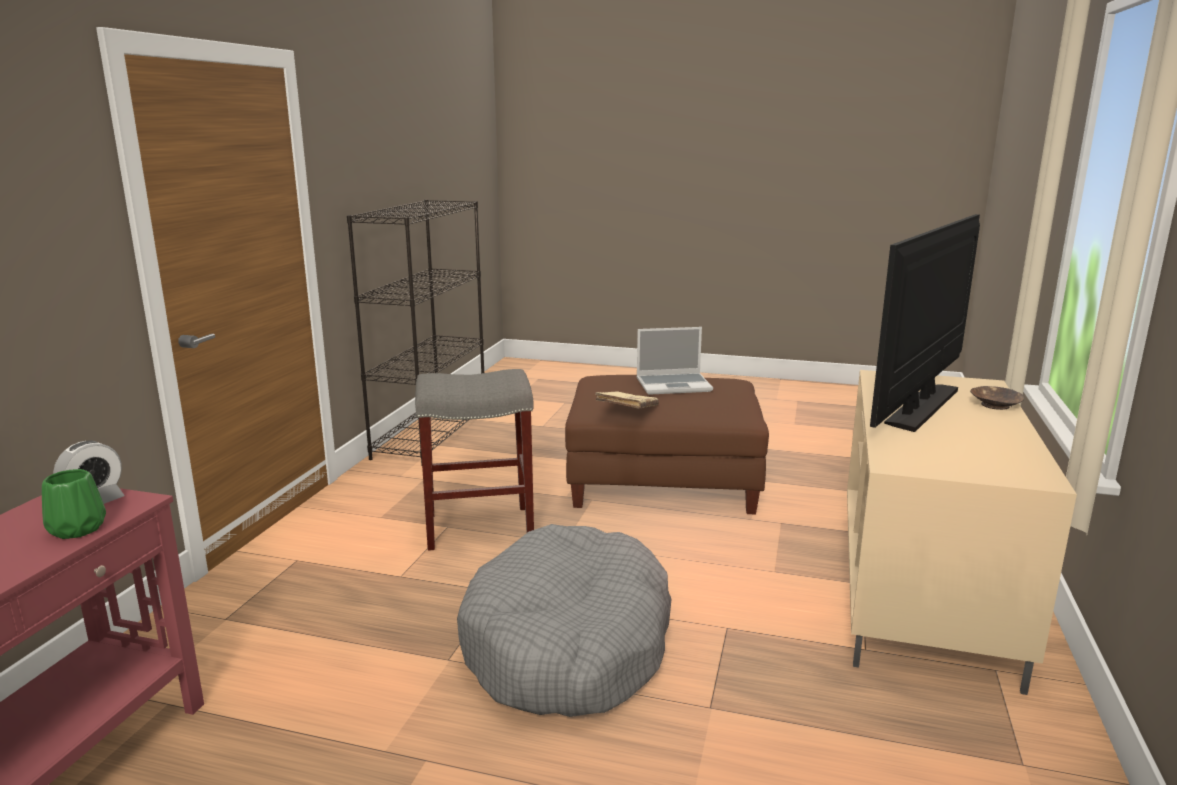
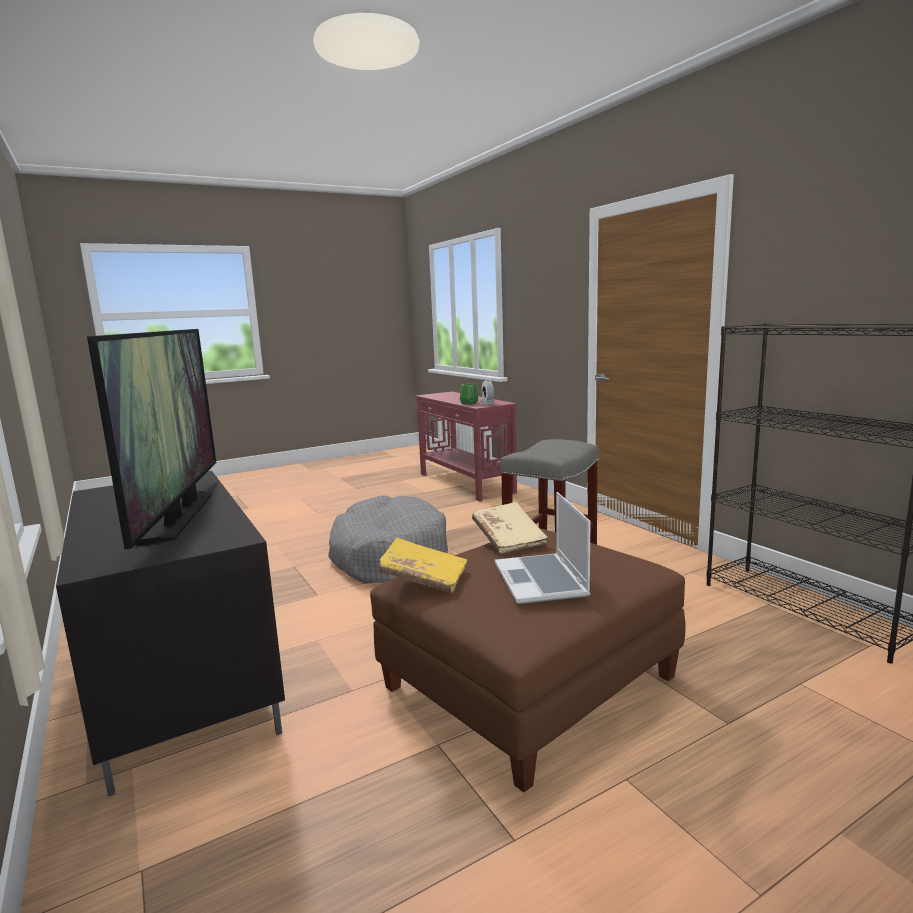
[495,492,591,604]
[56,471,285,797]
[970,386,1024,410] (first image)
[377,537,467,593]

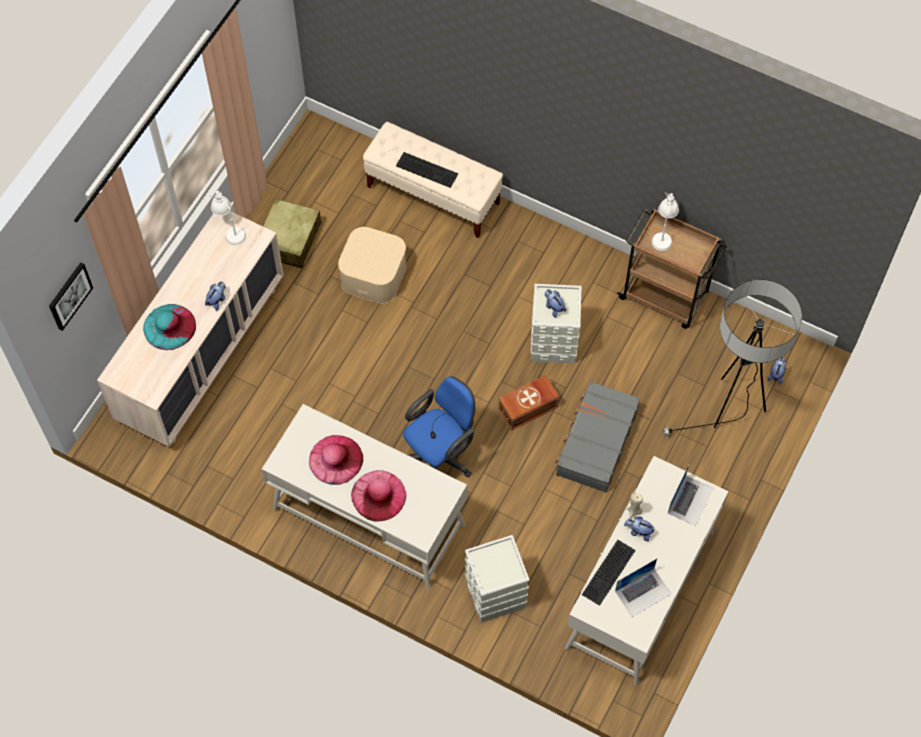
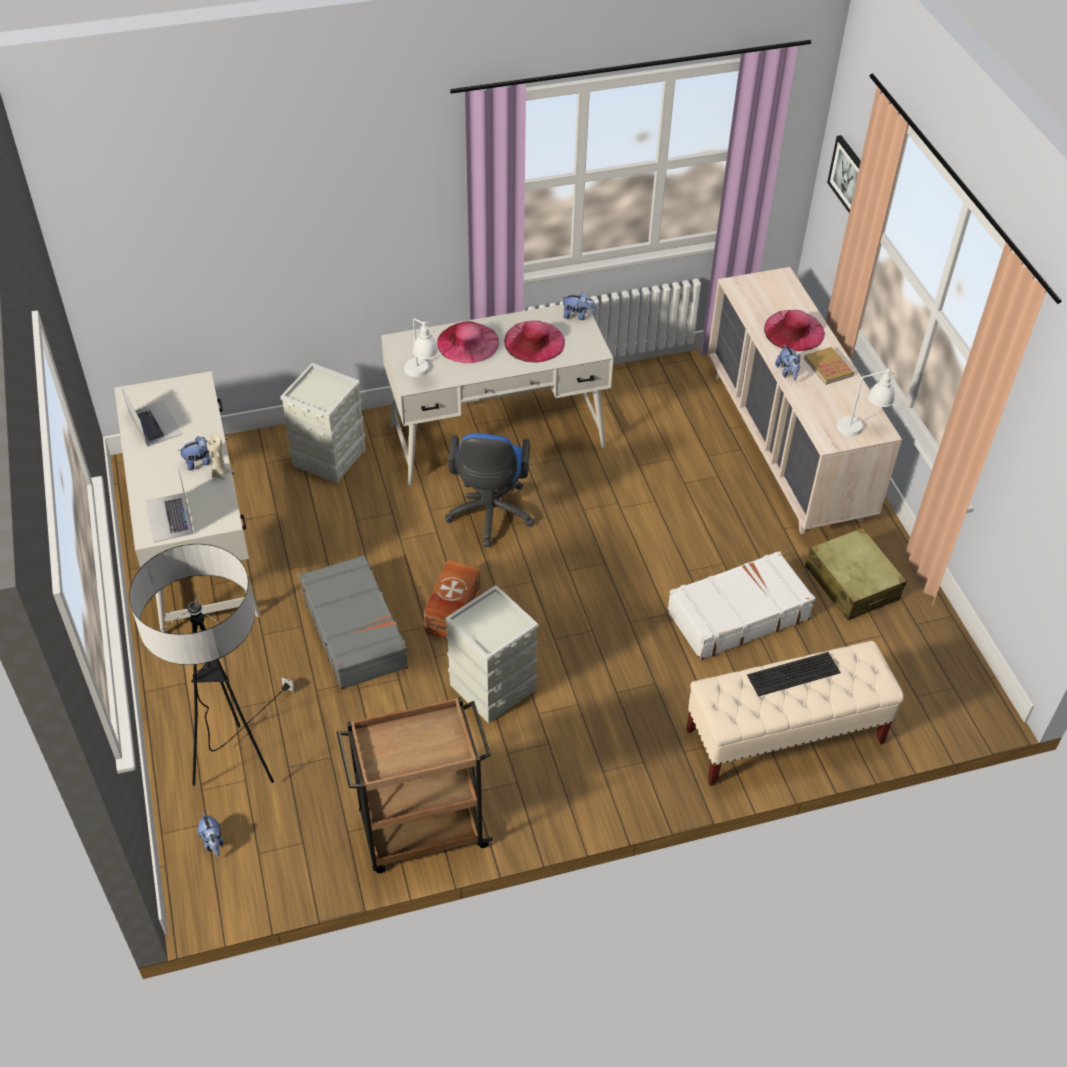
[764,310,825,351]
[667,551,815,660]
[562,292,596,320]
[582,540,636,606] (first image)
[122,388,183,447]
[404,318,439,377]
[804,347,854,385]

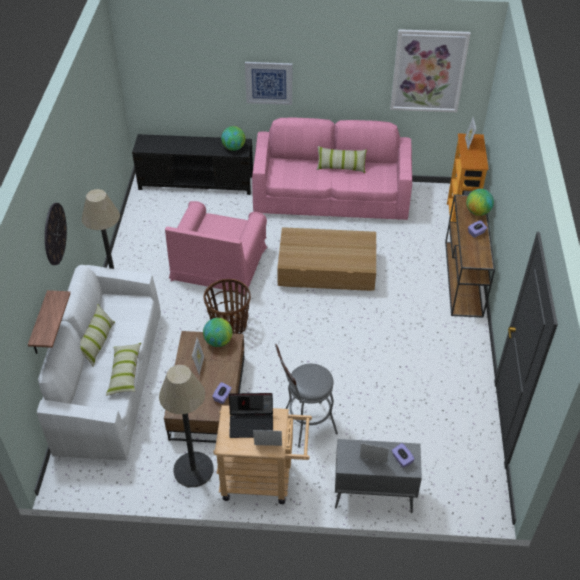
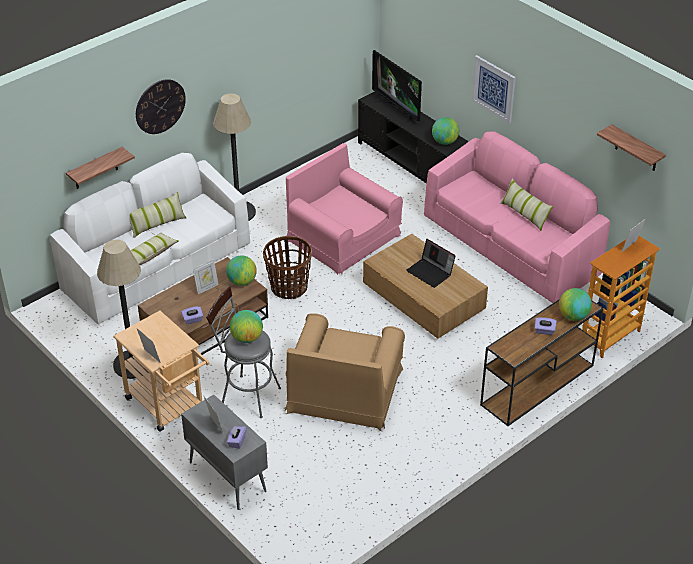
[286,143,403,275]
[406,239,455,288]
[597,124,666,171]
[230,310,263,343]
[285,313,405,431]
[372,50,422,124]

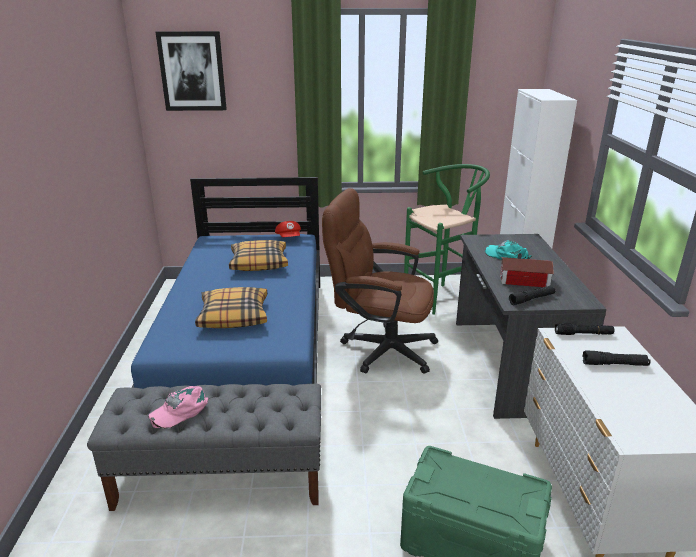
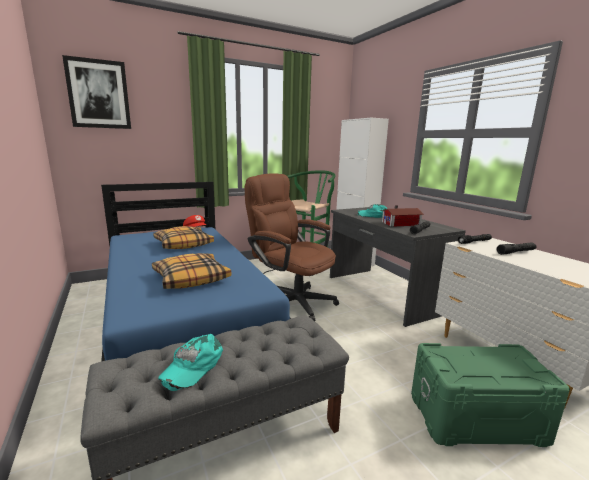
[158,334,223,391]
[245,173,339,321]

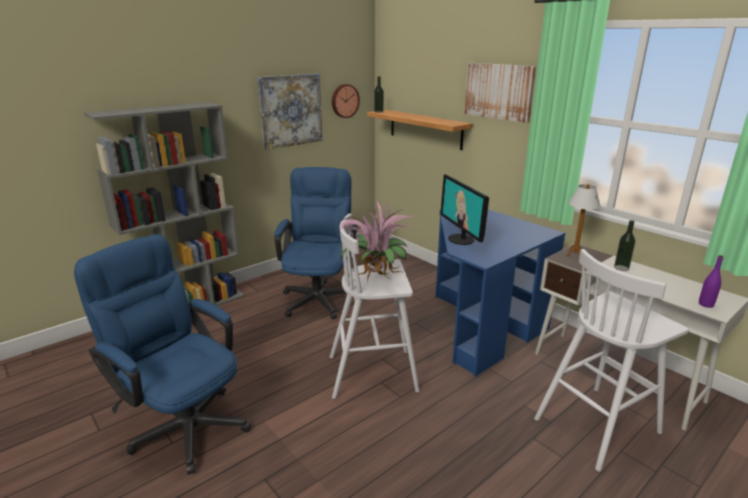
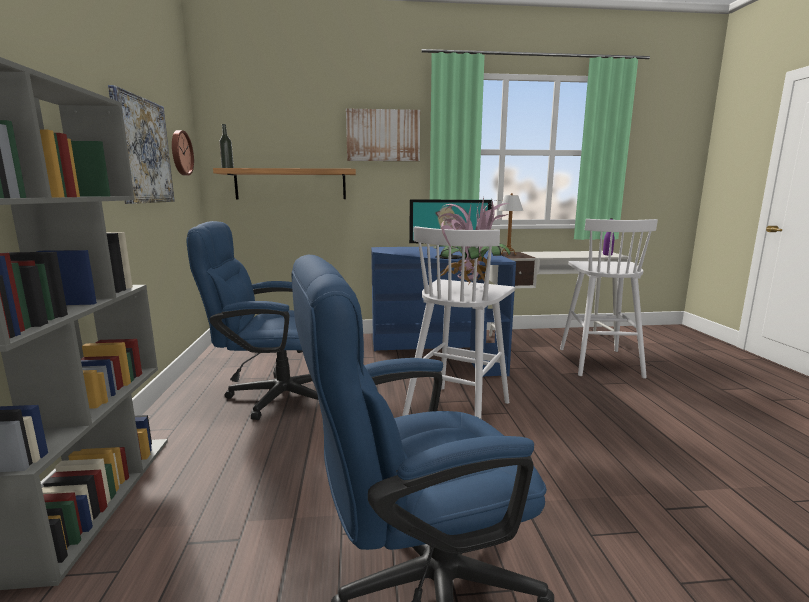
[186,221,318,420]
[614,220,635,271] (first image)

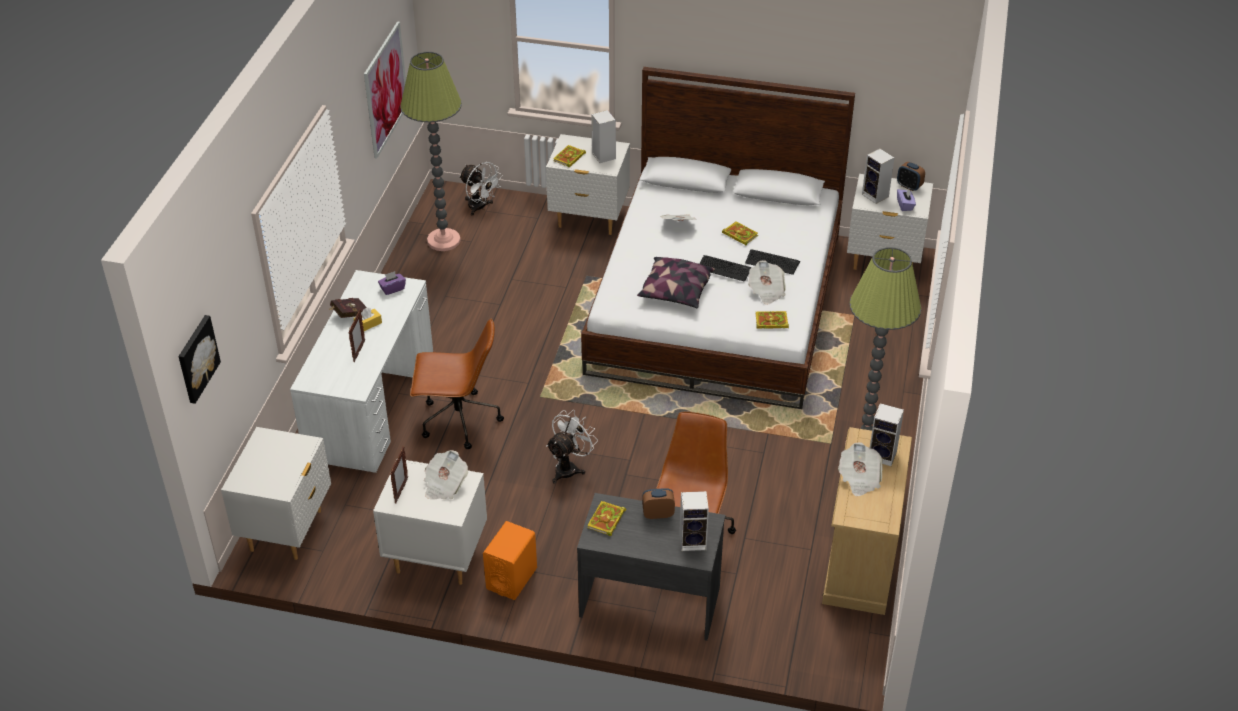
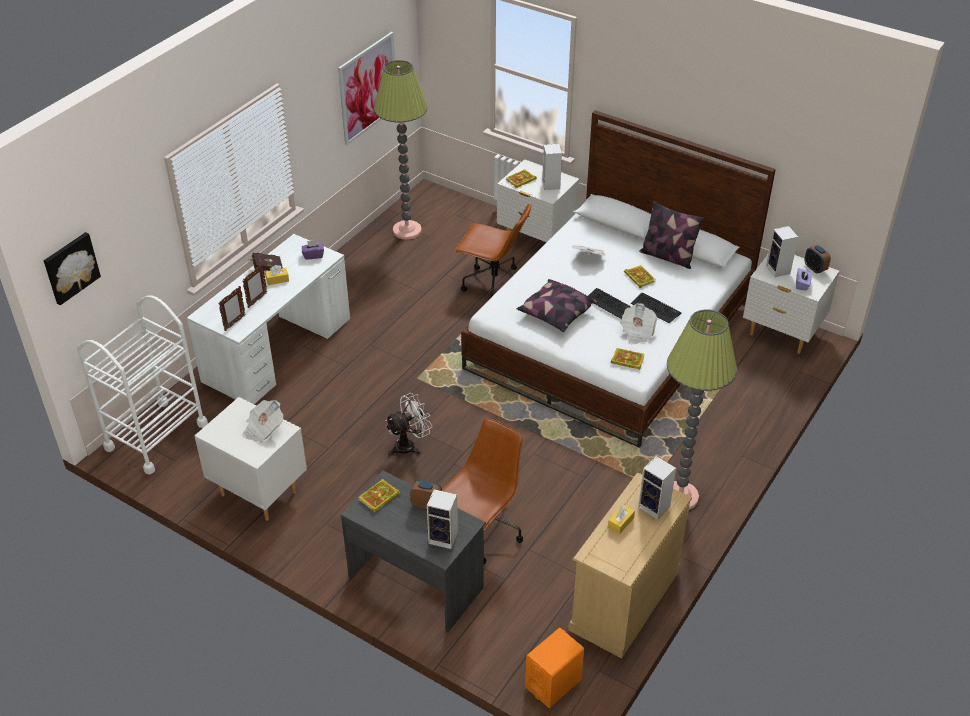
[77,295,208,475]
[219,286,246,331]
[454,204,531,297]
[459,162,503,216] (first image)
[525,628,584,708]
[608,504,635,534]
[639,201,704,269]

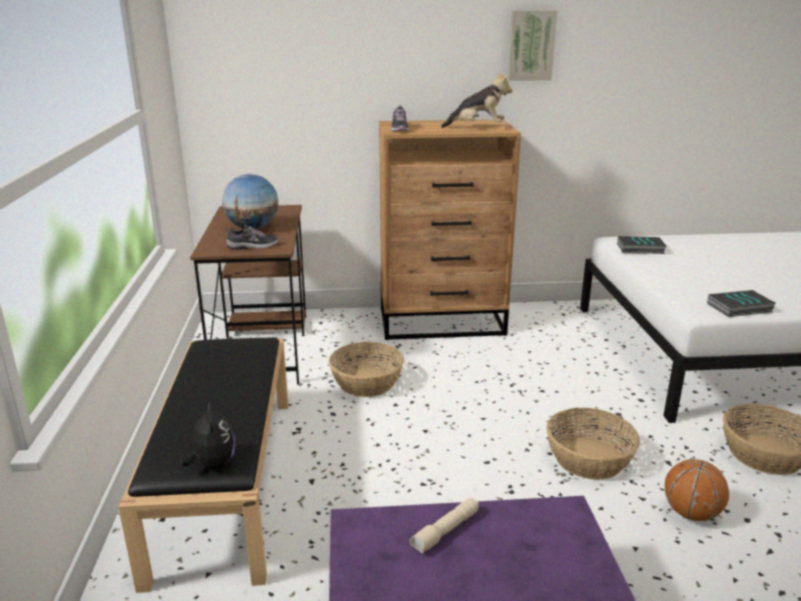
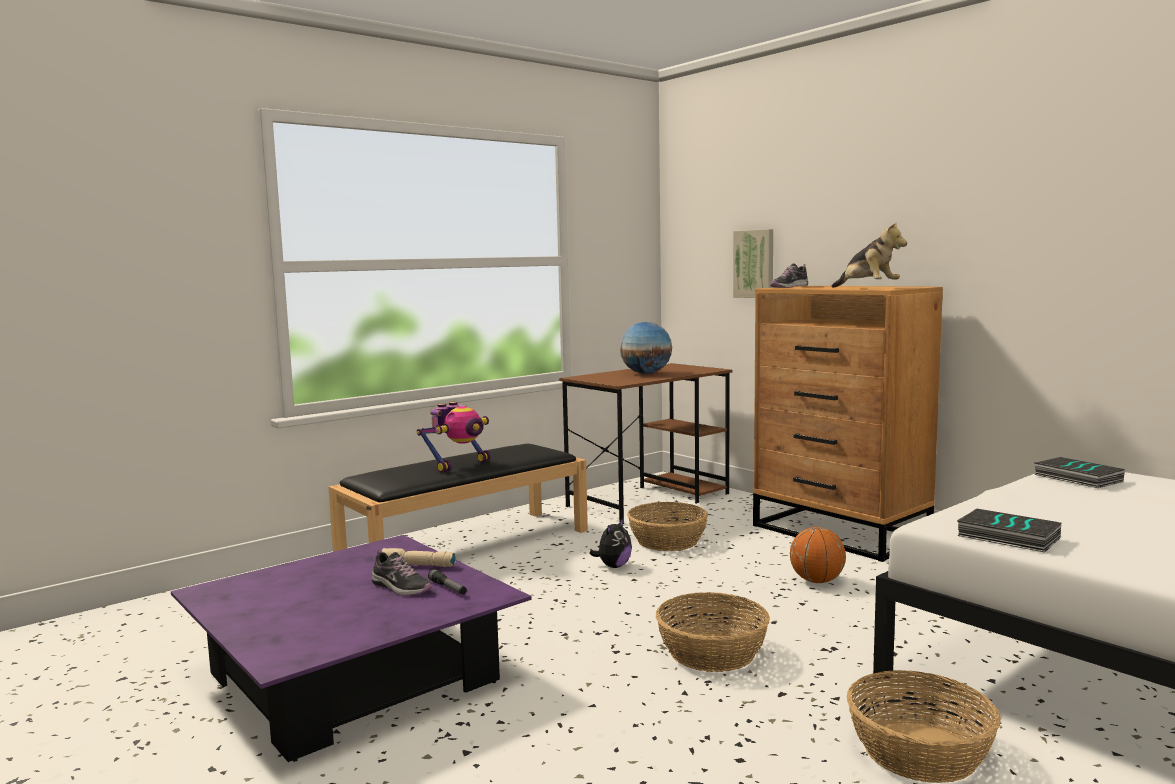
[589,519,632,568]
[371,549,432,596]
[733,229,773,298]
[790,527,846,583]
[417,402,491,473]
[428,569,467,594]

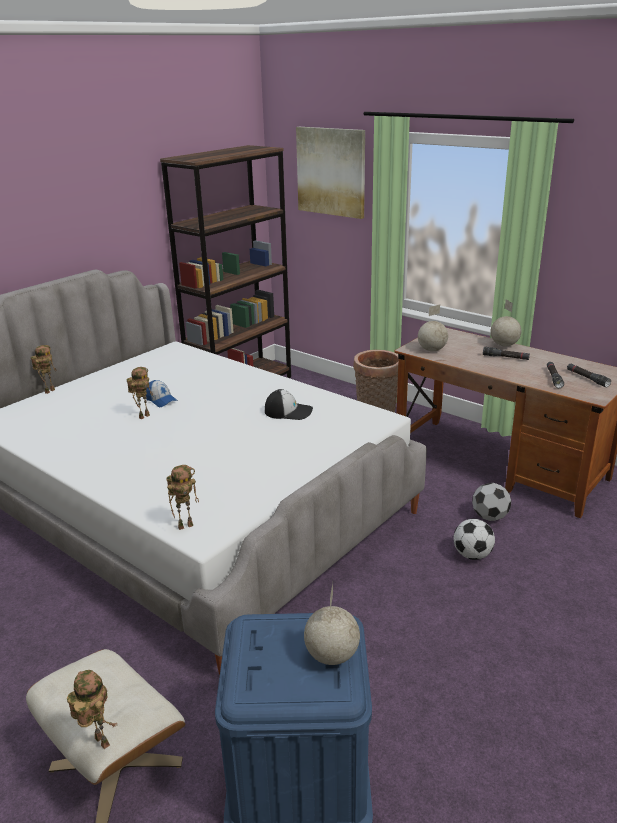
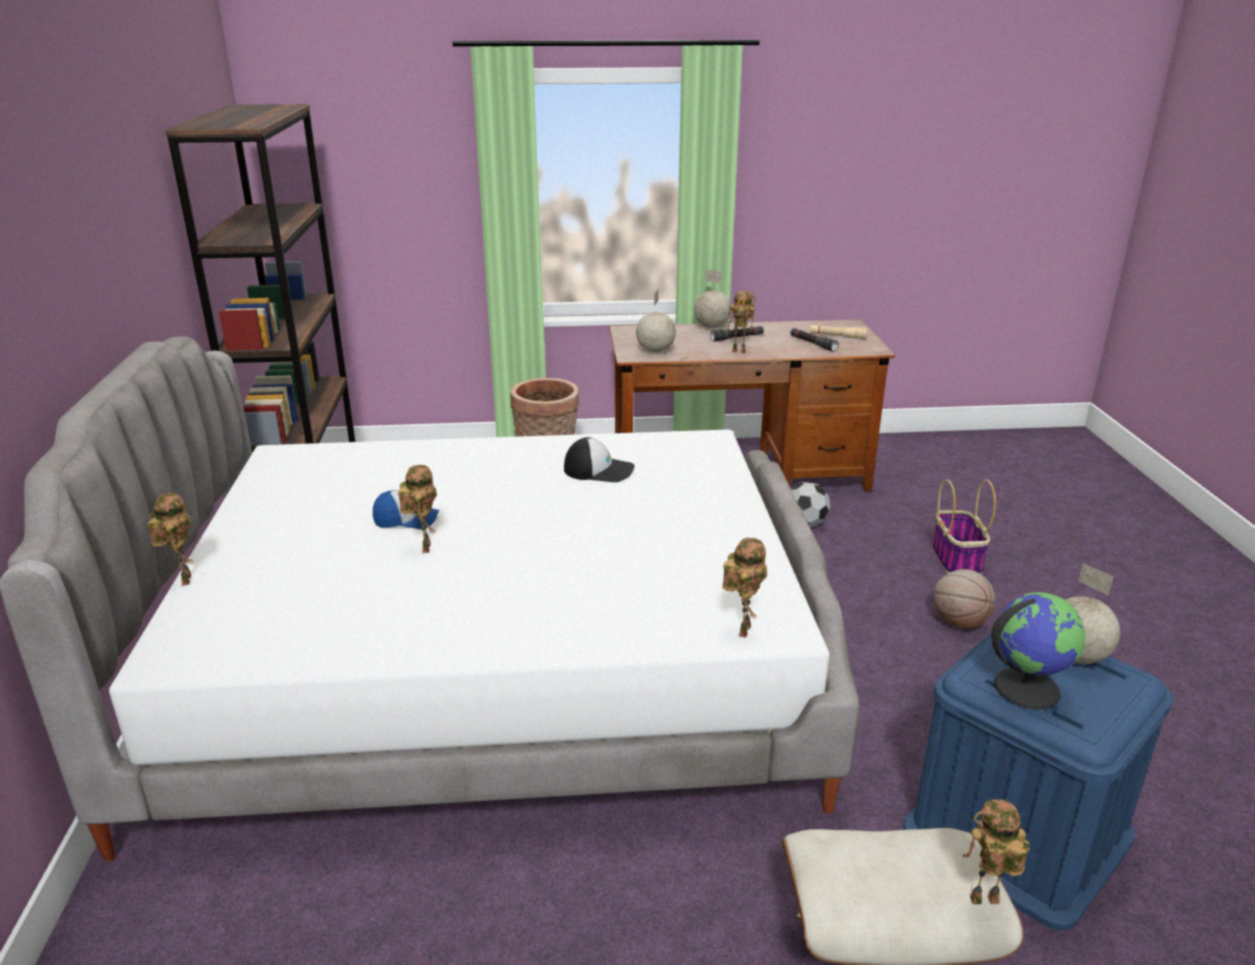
[564,437,635,482]
[296,127,365,219] (first image)
[453,519,495,560] (first image)
[810,325,867,339]
[727,291,756,353]
[932,479,996,574]
[934,569,996,629]
[991,592,1085,710]

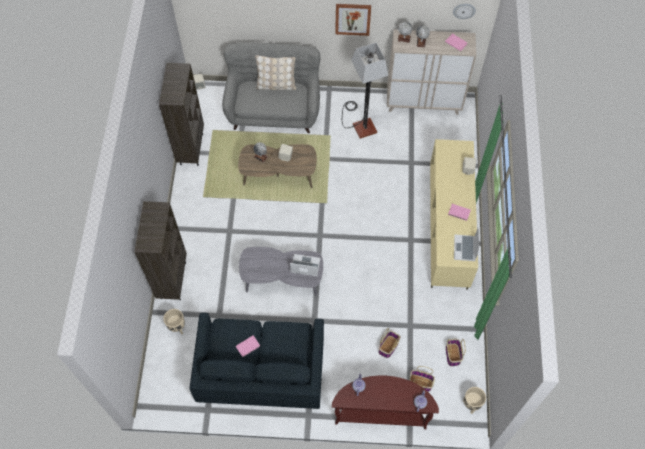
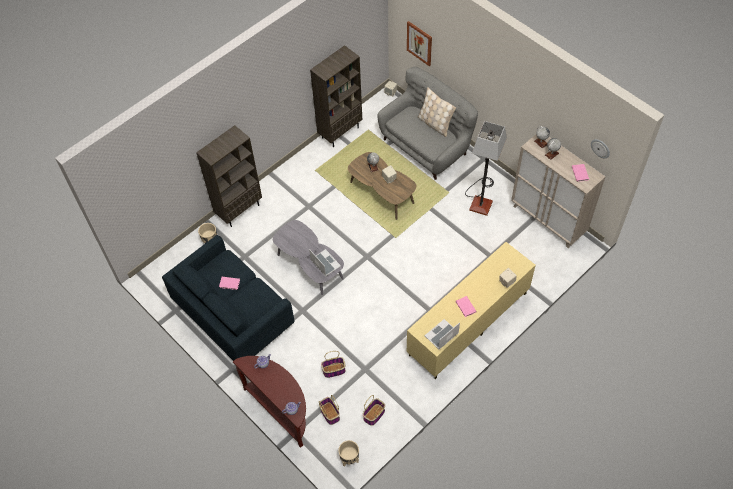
[407,21,432,66]

